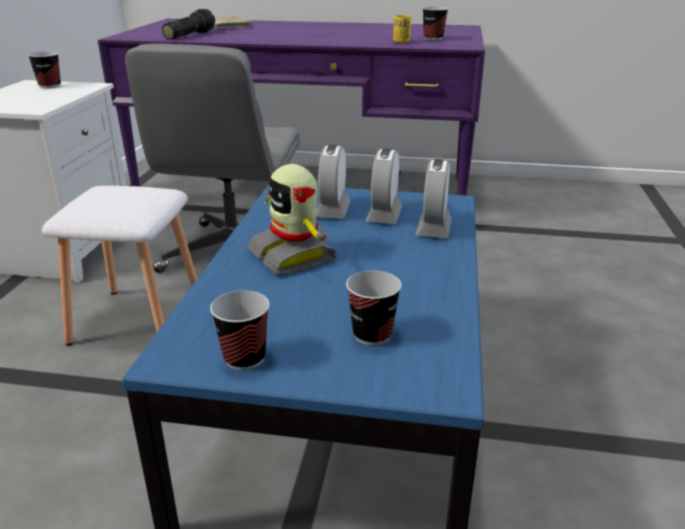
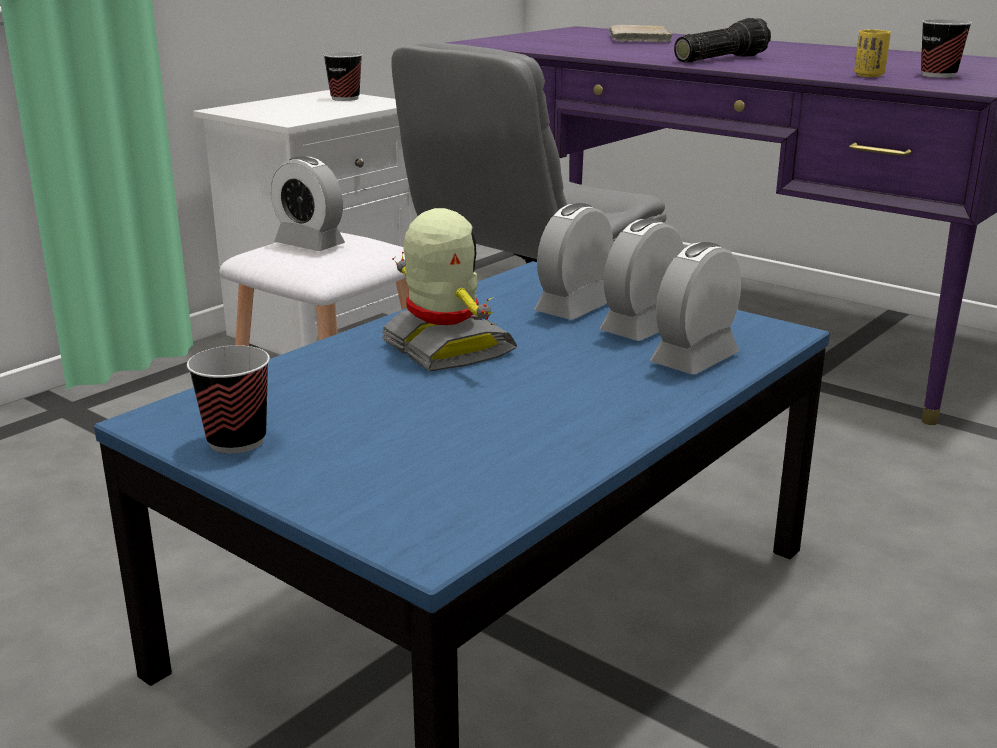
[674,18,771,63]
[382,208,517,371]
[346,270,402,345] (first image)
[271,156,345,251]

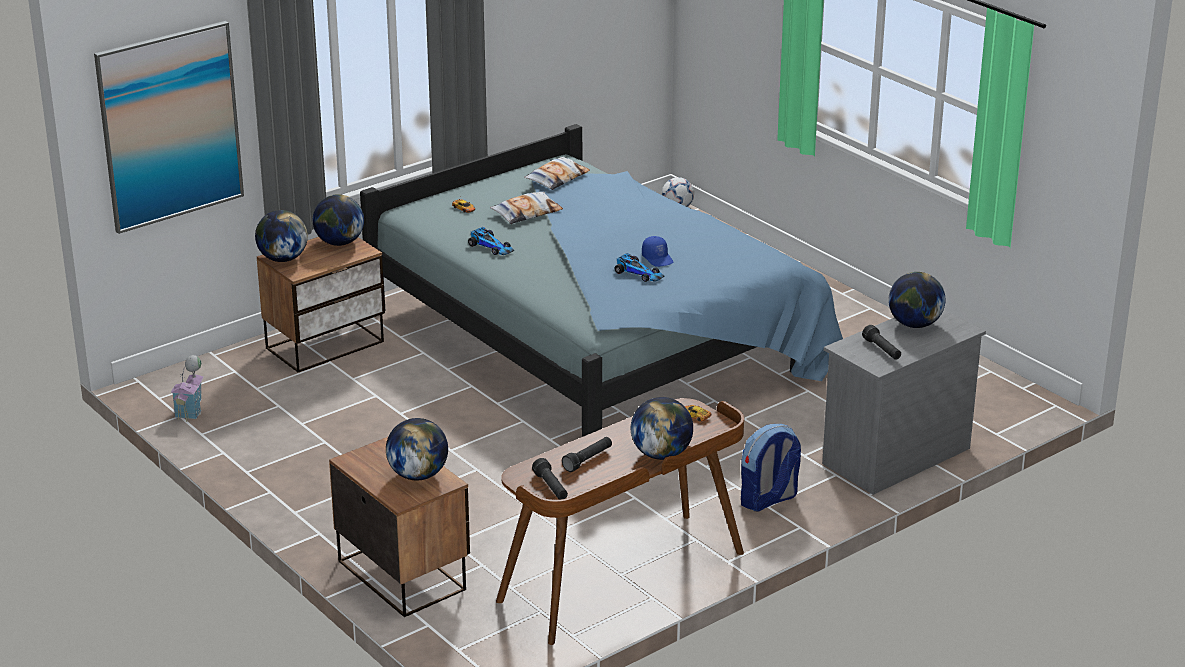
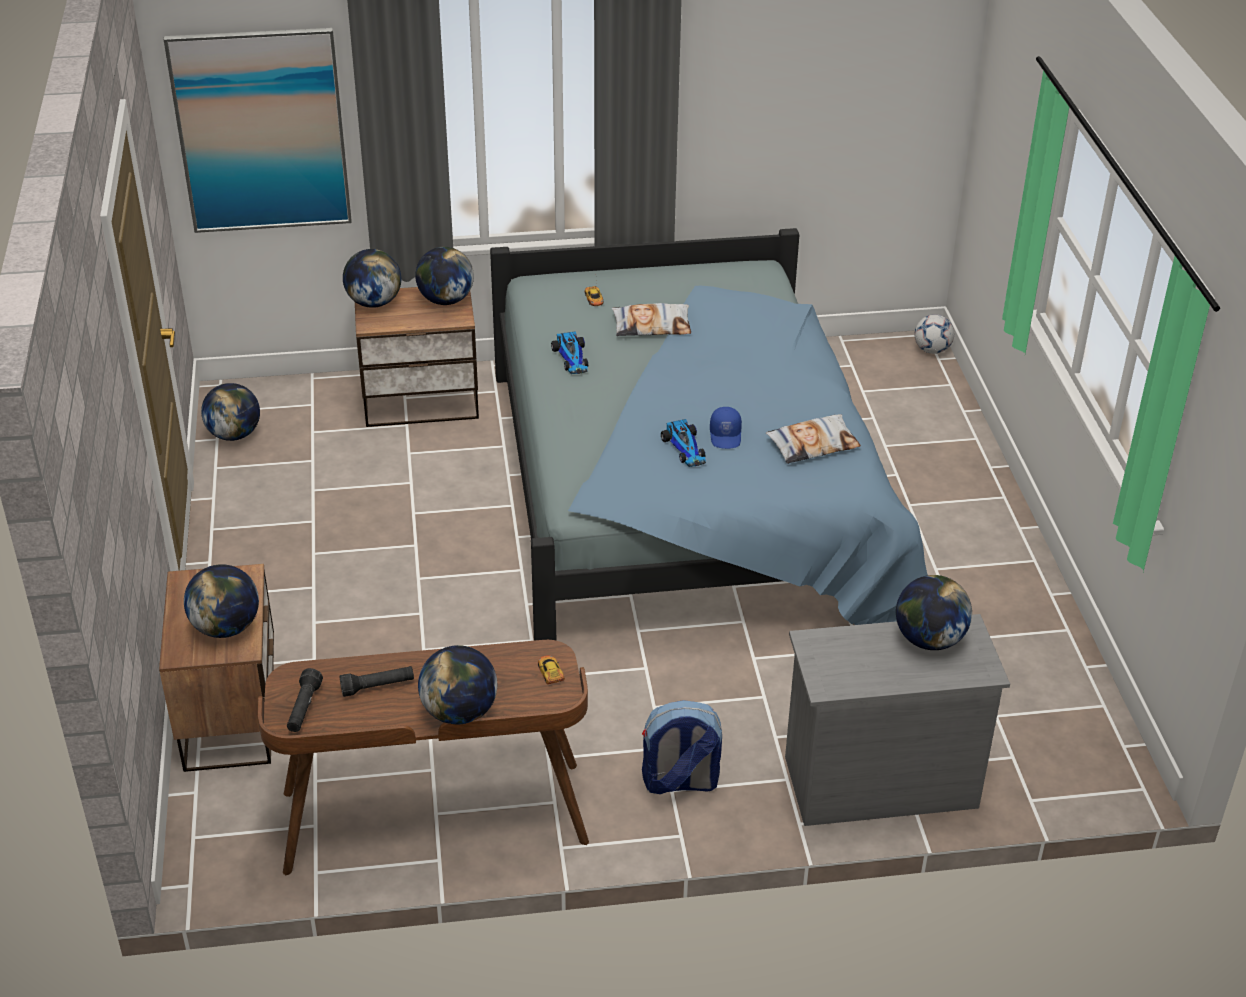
[201,383,260,441]
[766,414,861,464]
[862,325,901,360] (first image)

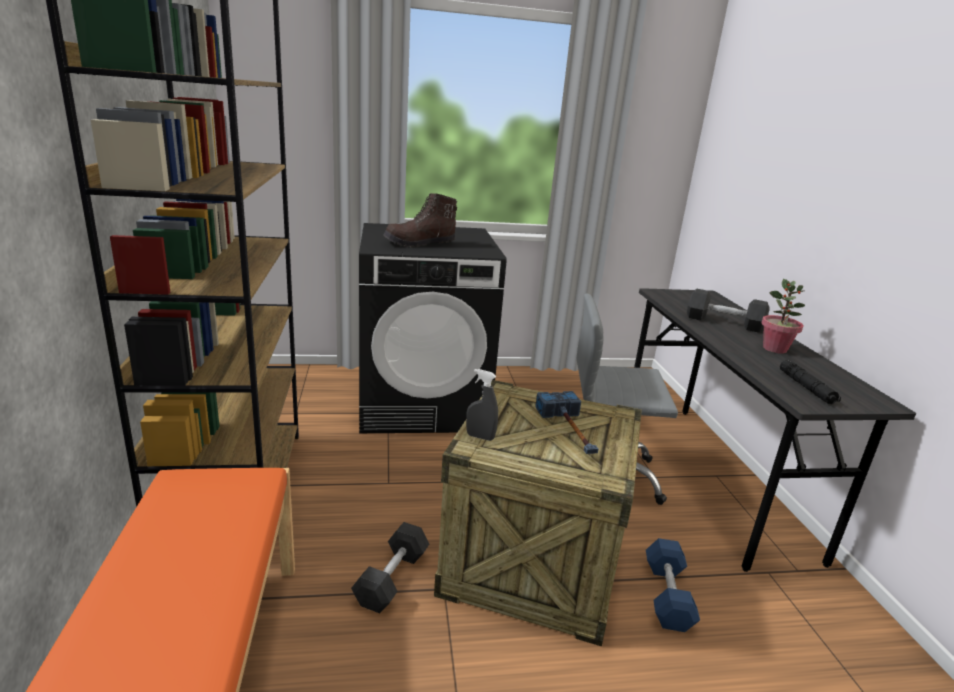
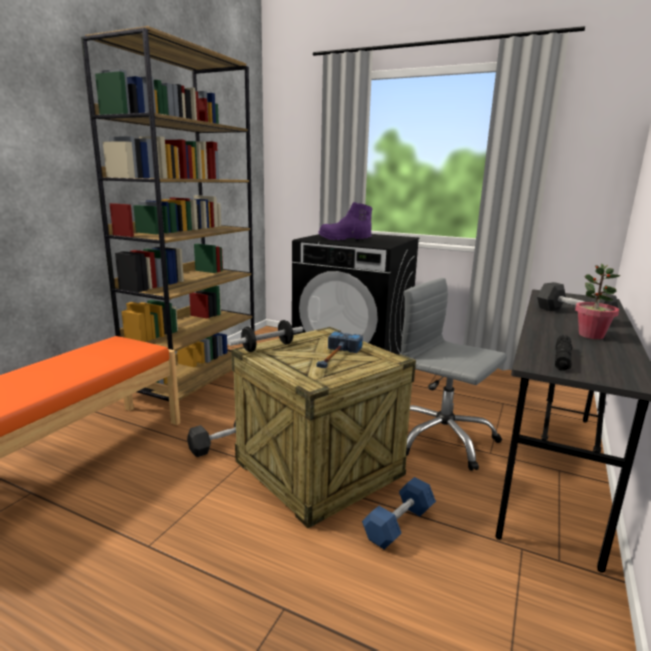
[318,202,373,240]
[228,320,303,352]

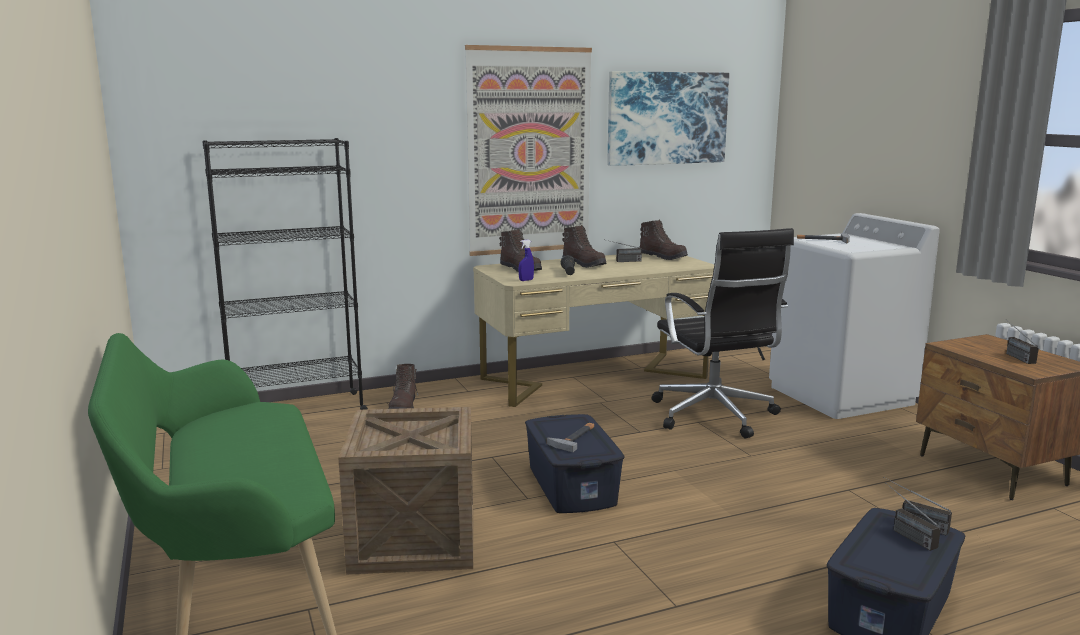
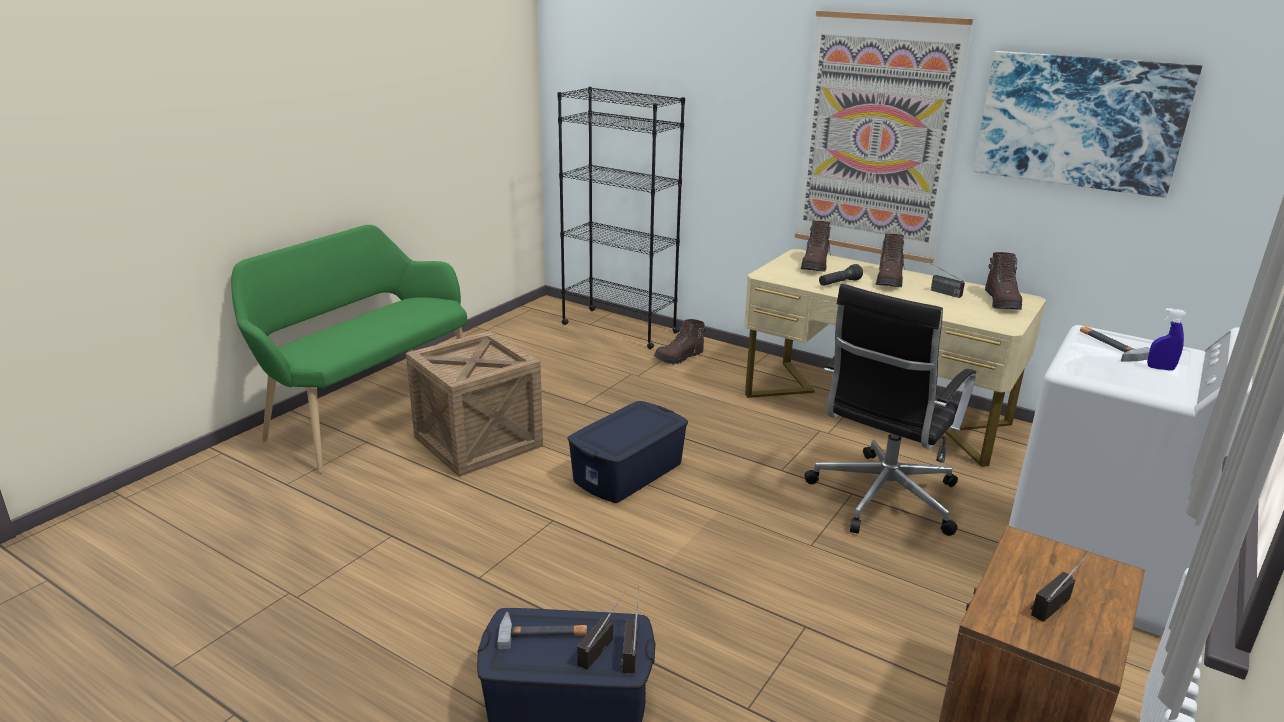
[1147,308,1187,371]
[497,612,587,649]

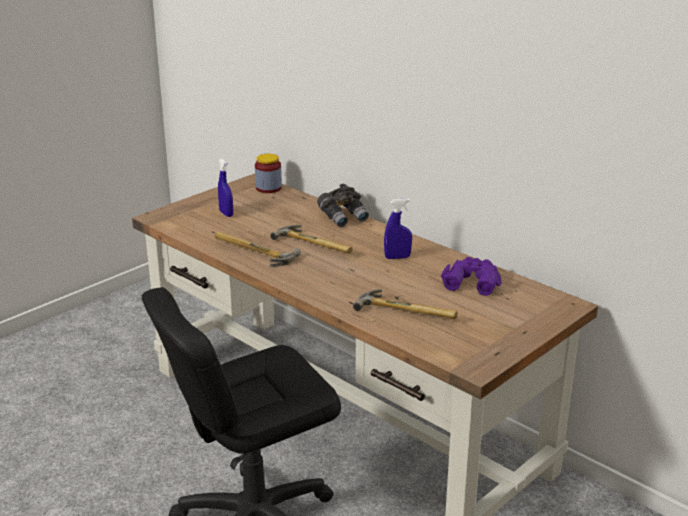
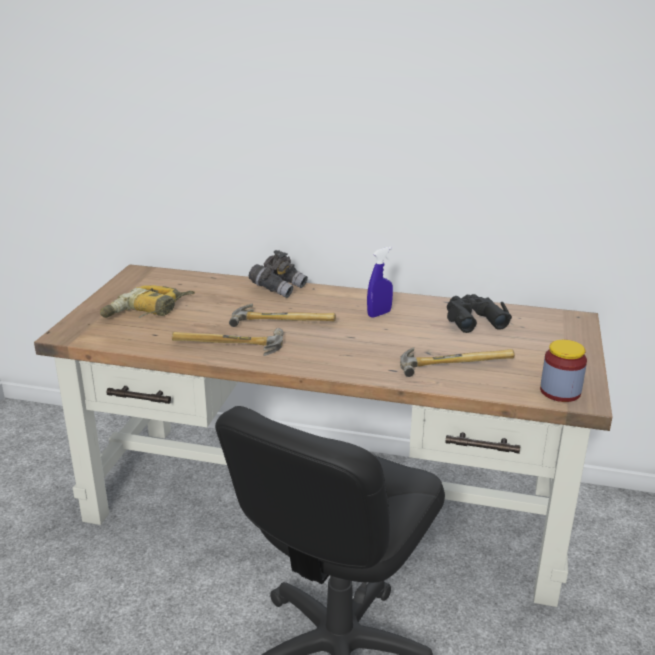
[100,285,195,318]
[540,340,587,402]
[447,294,512,333]

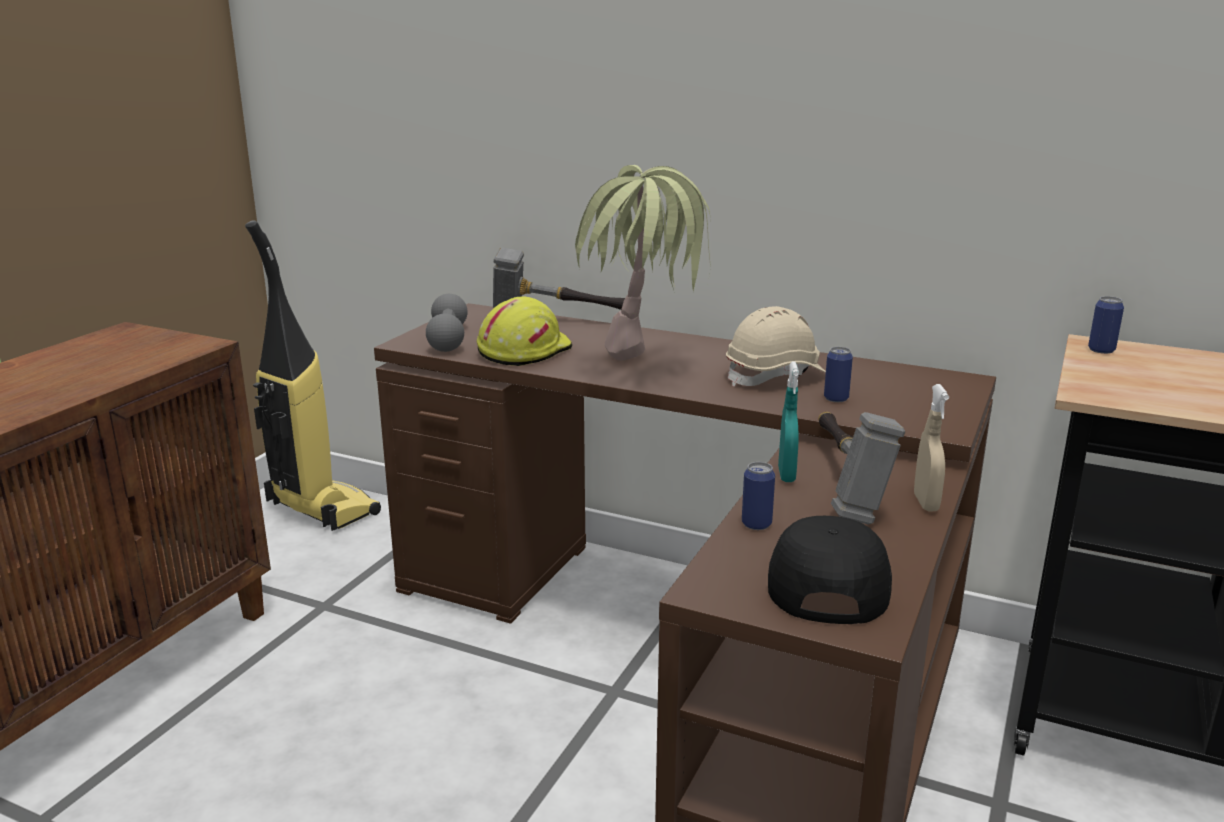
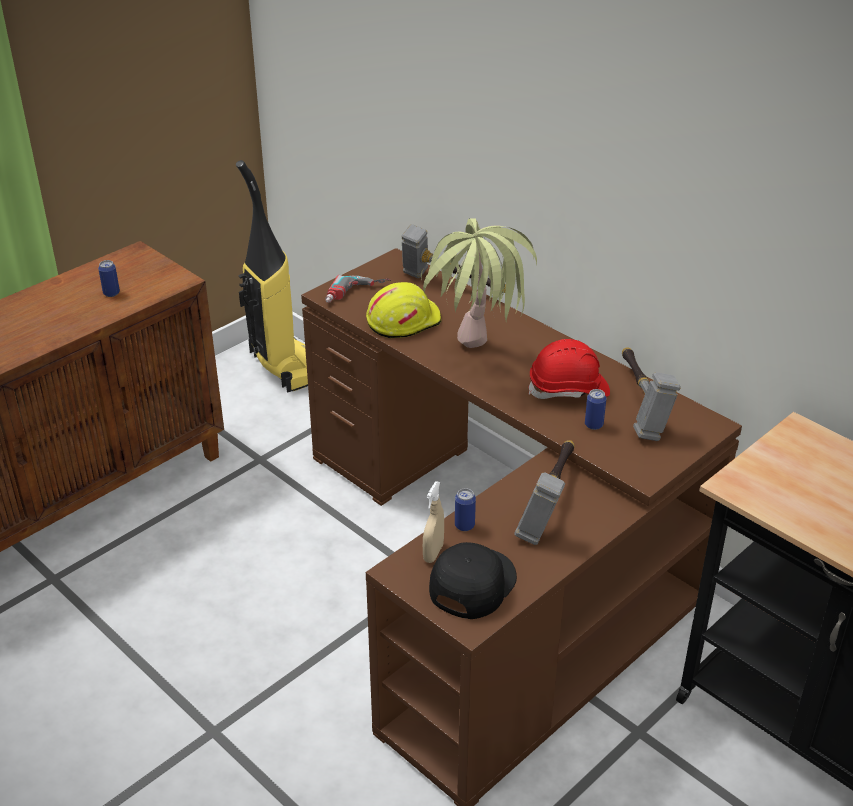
[325,275,391,303]
[529,339,610,399]
[778,361,799,482] (first image)
[423,481,444,563]
[98,260,120,297]
[622,347,681,441]

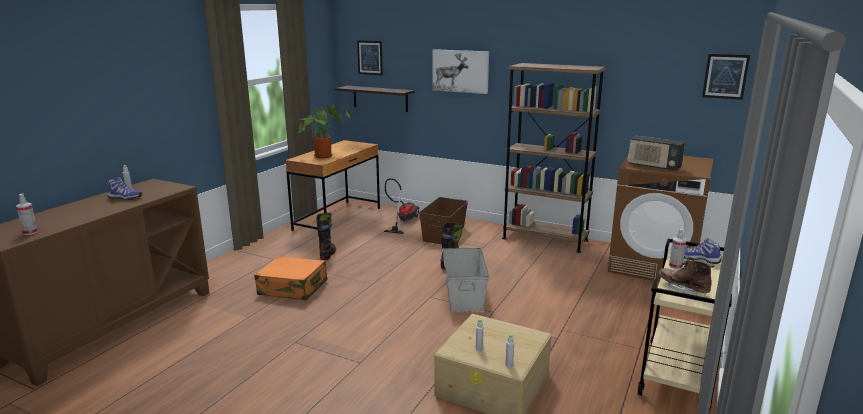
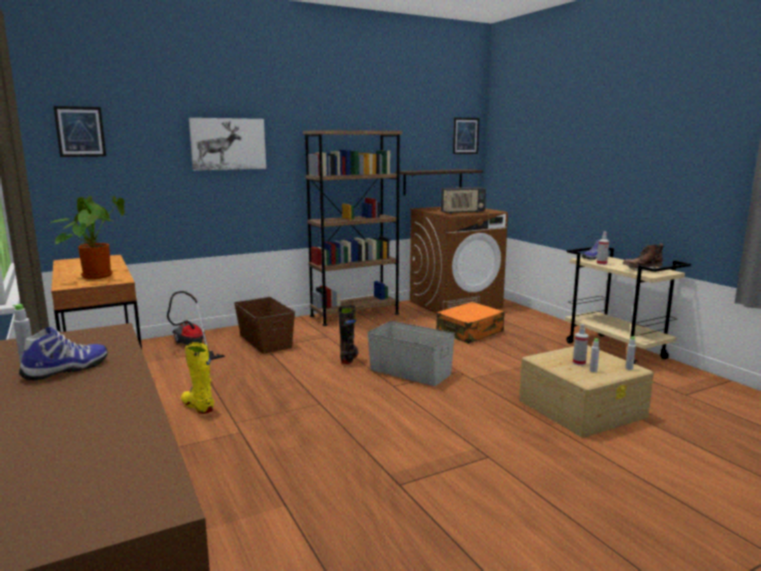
[573,324,588,366]
[436,302,504,344]
[181,342,214,414]
[396,169,483,196]

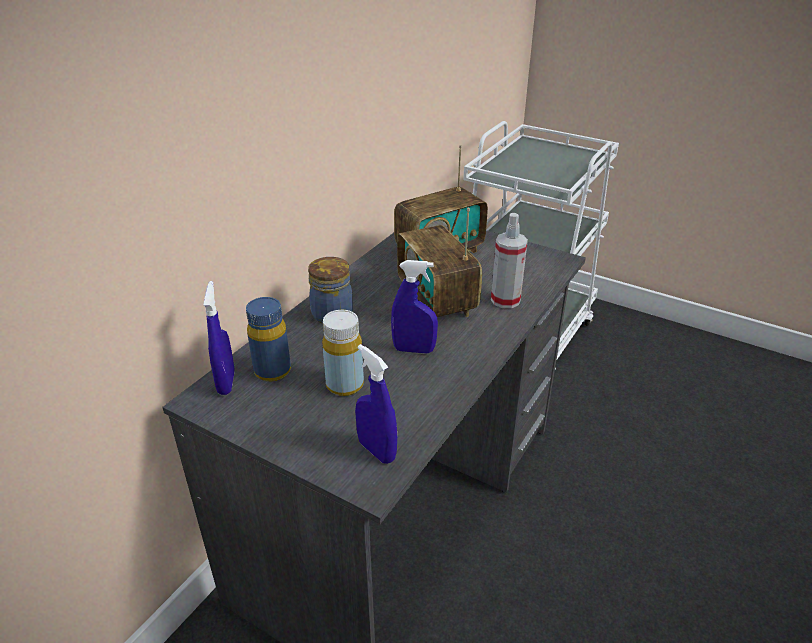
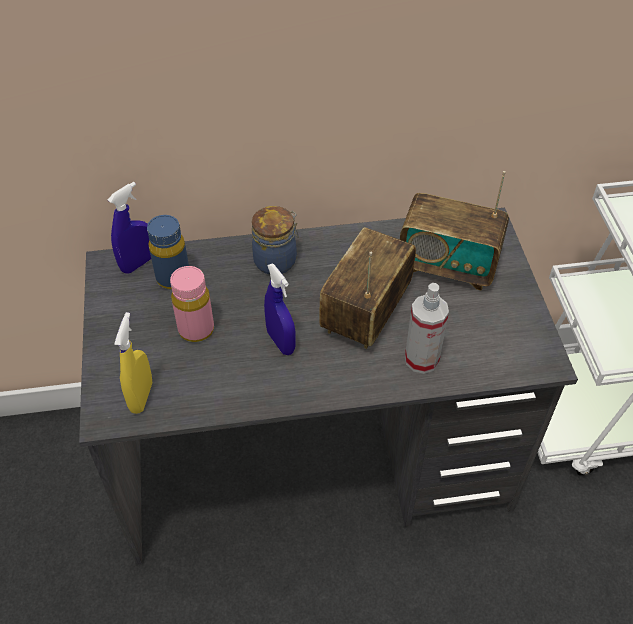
[170,266,214,342]
[114,312,152,414]

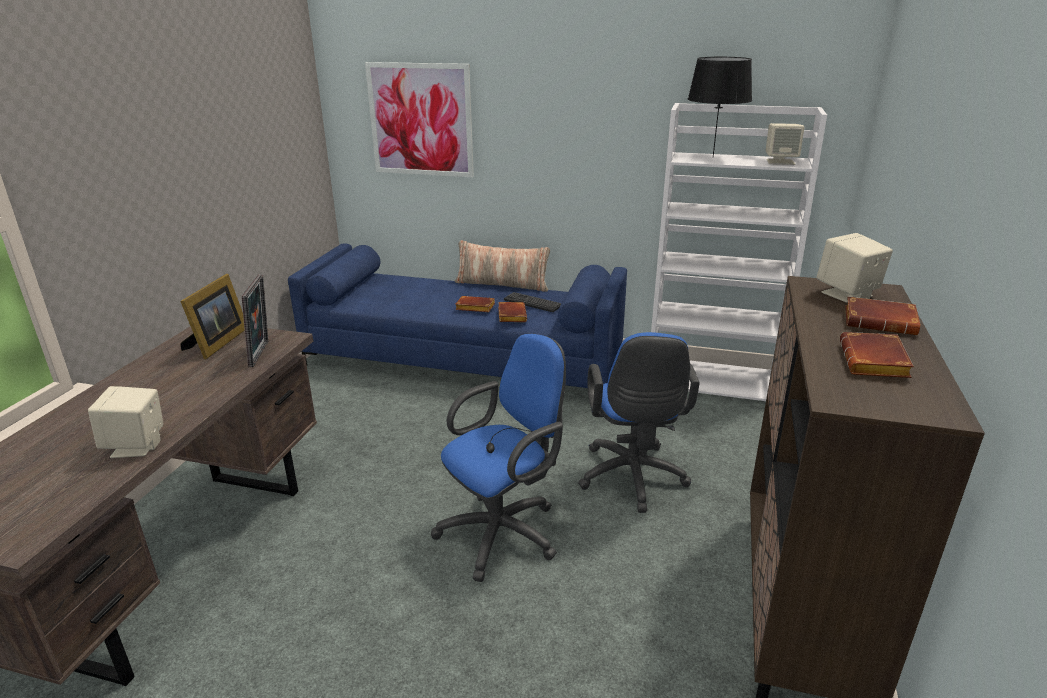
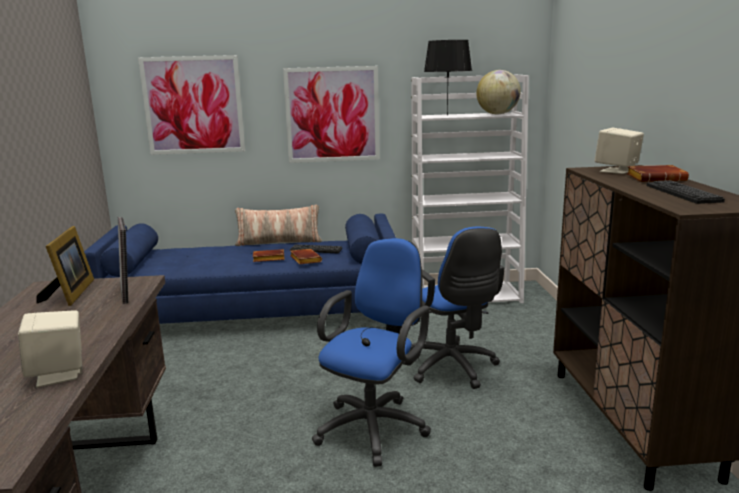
[476,70,521,114]
[646,180,725,204]
[283,66,380,163]

